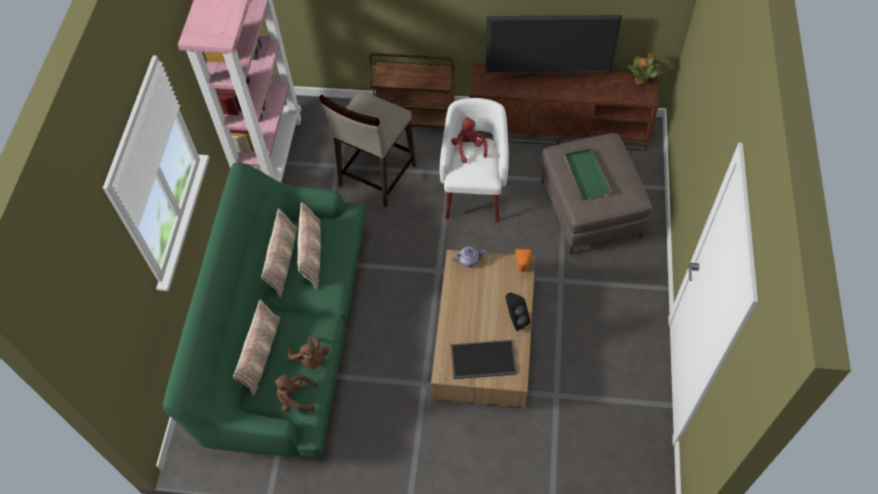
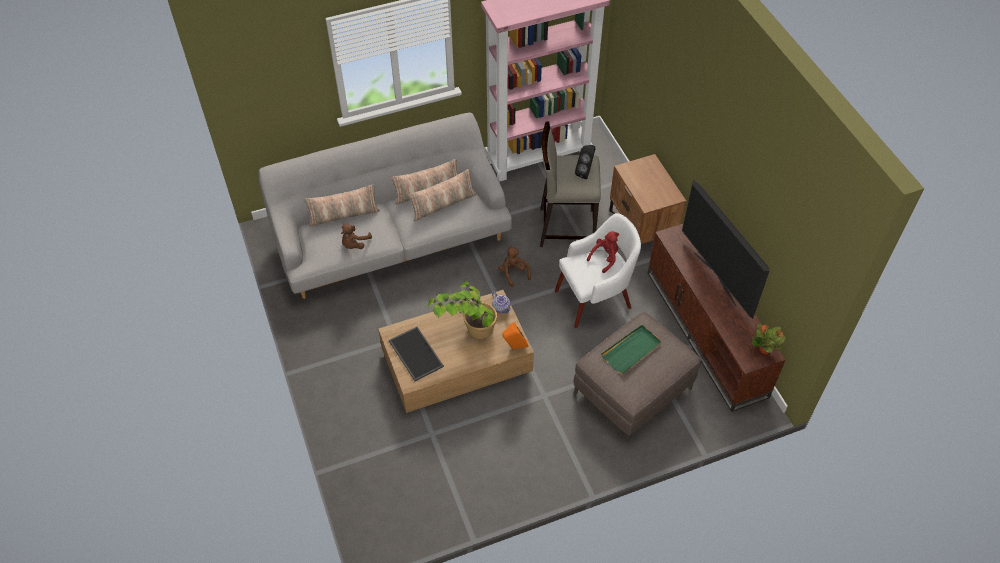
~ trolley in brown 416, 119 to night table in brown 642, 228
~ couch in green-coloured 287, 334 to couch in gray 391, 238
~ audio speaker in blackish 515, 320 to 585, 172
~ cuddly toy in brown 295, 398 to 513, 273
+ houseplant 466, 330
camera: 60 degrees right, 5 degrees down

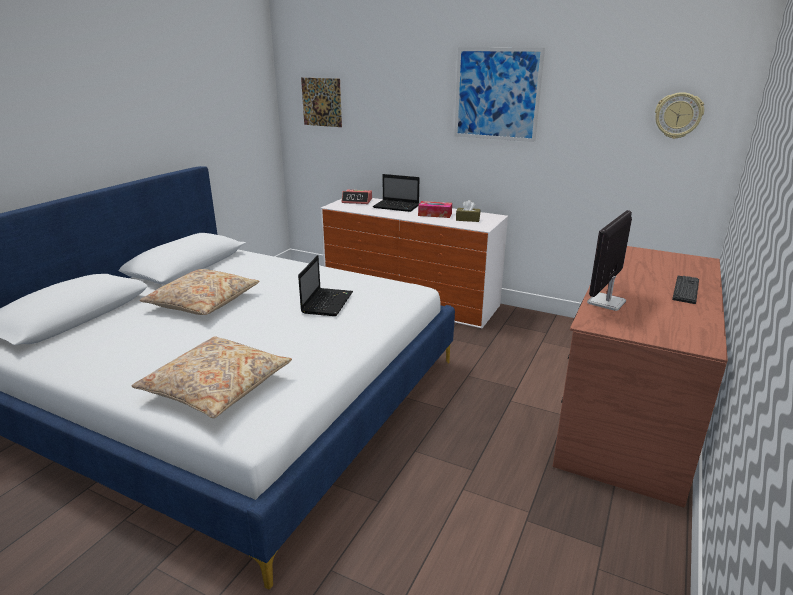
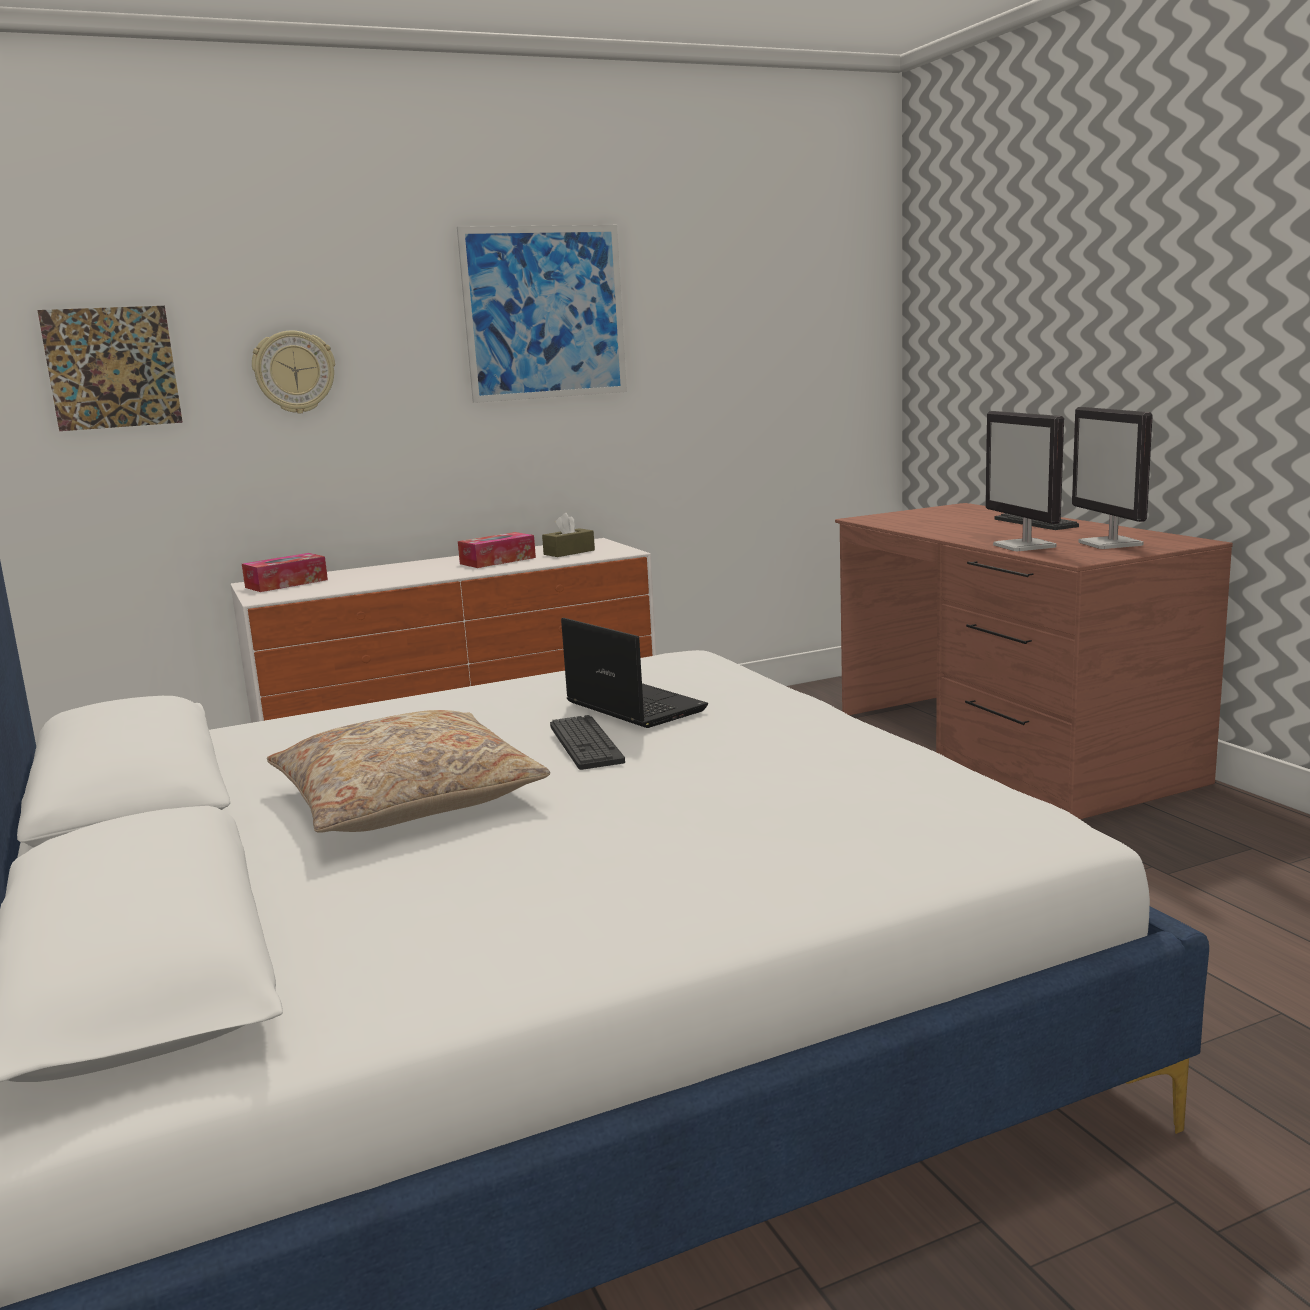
~ clock on the wall 678, 115 to 294, 372
- laptop 397, 207
~ alarm clock 357, 201 to tissue box 286, 583
- cushion in sand-coloured 216, 387
+ computer display 1111, 544
+ computer keyboard 585, 744
camera: 50 degrees left, 10 degrees down

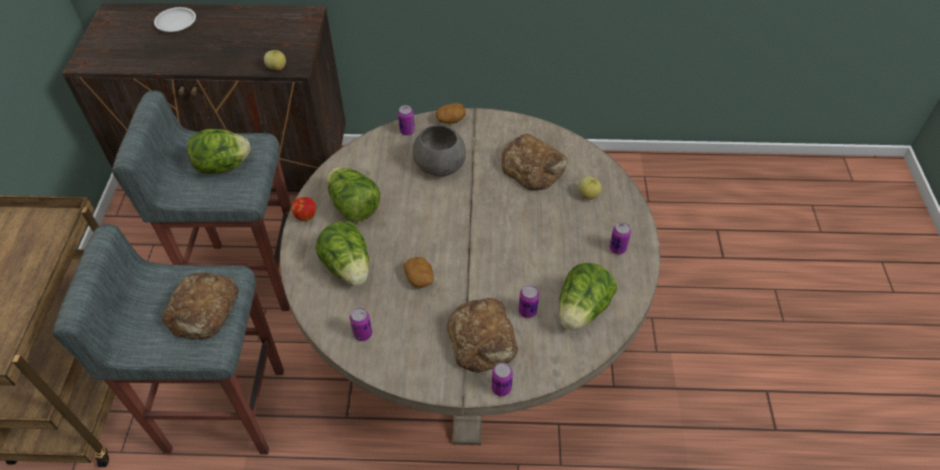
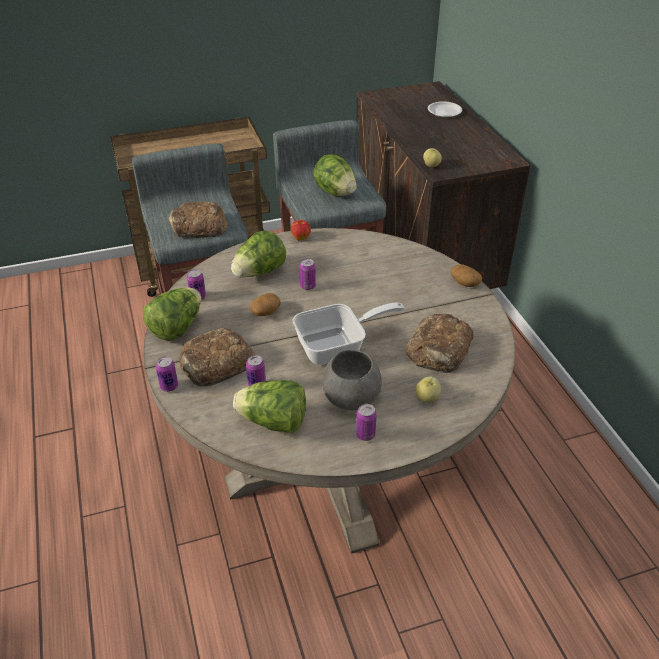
~ can 407, 131 to 307, 286
~ deep dish in gray 441, 165 to 351, 397
~ lettuce head 353, 206 to 176, 327
+ frying pan 338, 347
camera: 70 degrees right, 10 degrees down

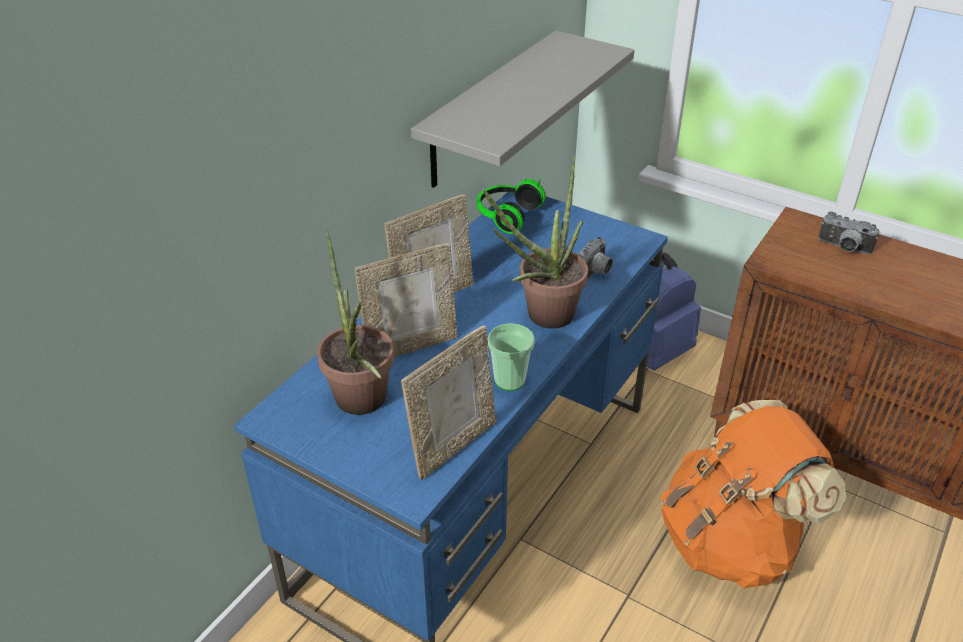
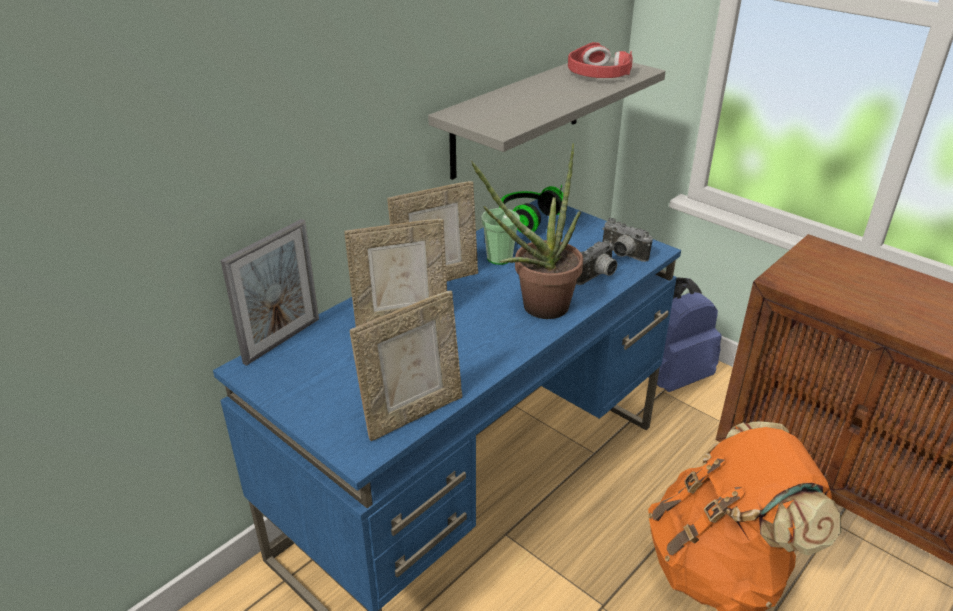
~ still camera 843, 248 to 622, 255
- houseplant 362, 405
~ cup 509, 380 to 499, 258
+ pair of headphones in reddish 598, 74
+ standing frame 282, 340
camera: 10 degrees right, 5 degrees down

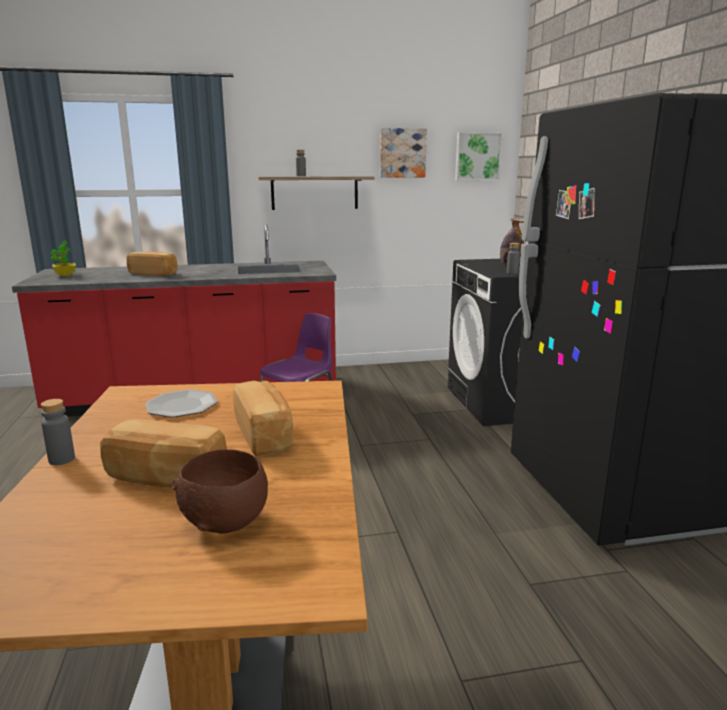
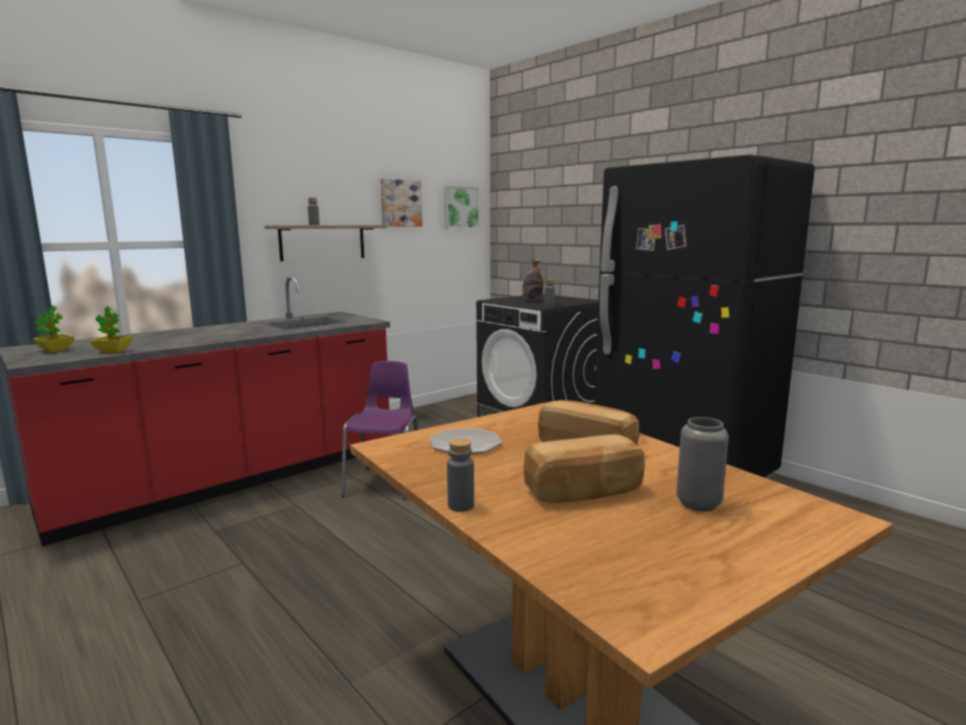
- bakery bread 153, 273
~ deep dish in brown 227, 521 to flower vase in gray 698, 504
+ houseplant 113, 351
camera: 30 degrees left, 5 degrees down

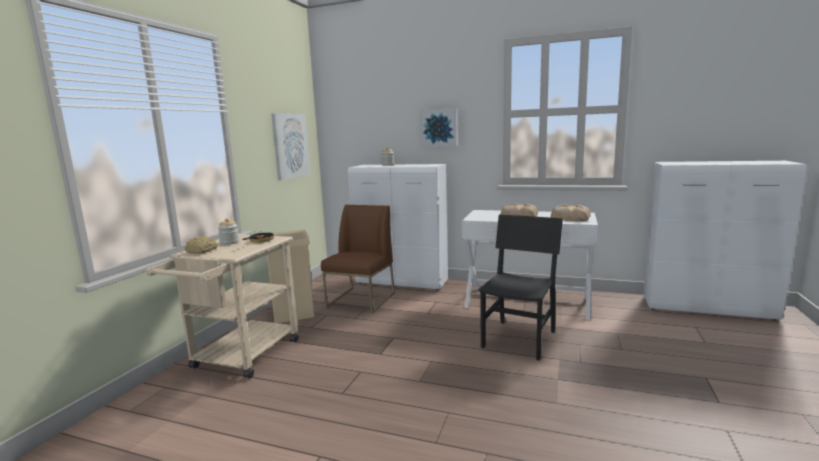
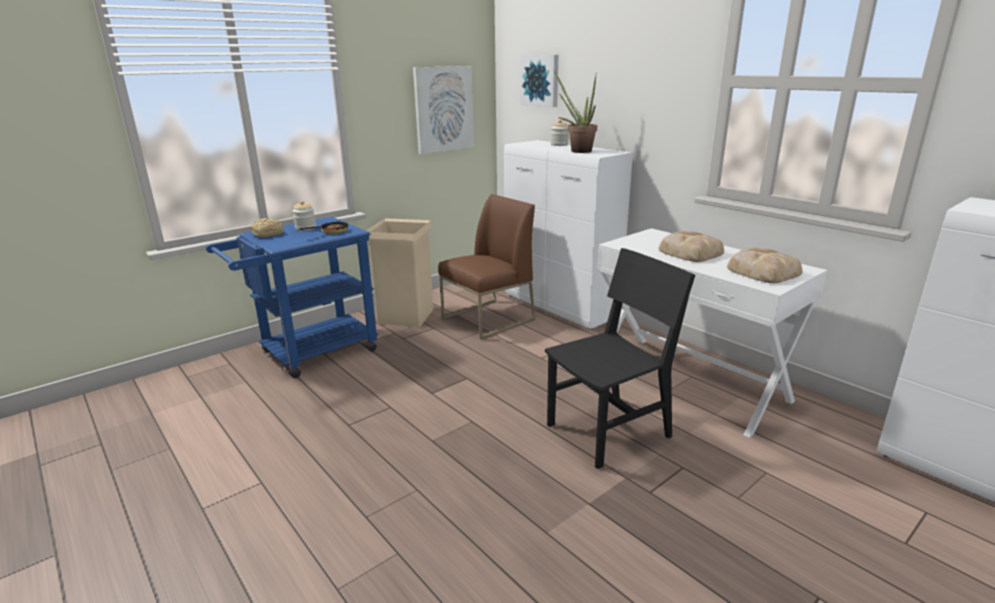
~ wall picture 439, 128 to 540, 80
~ trolley in sand-coloured 240, 358 to trolley in blue-coloured 310, 353
+ houseplant 577, 151
camera: 30 degrees right, 10 degrees up

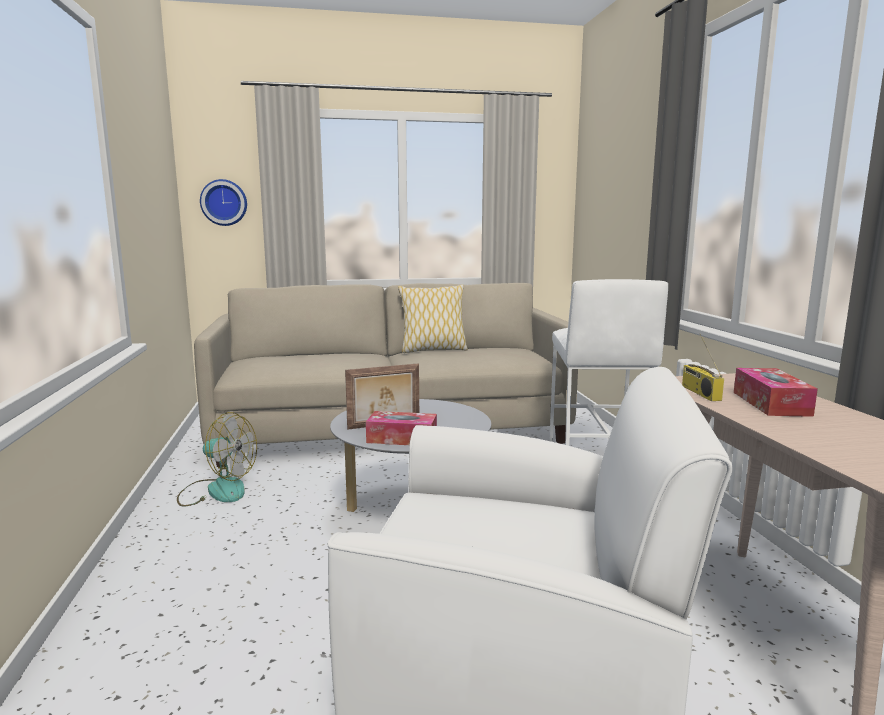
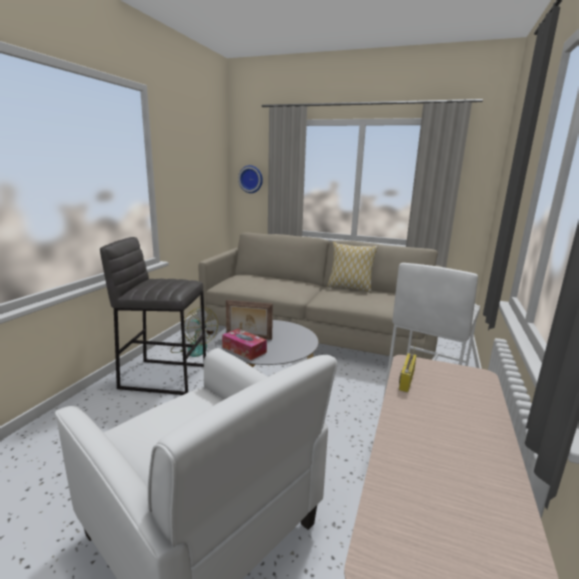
- tissue box 771, 403
+ stool seat in gray 163, 376
camera: 30 degrees right, 5 degrees up

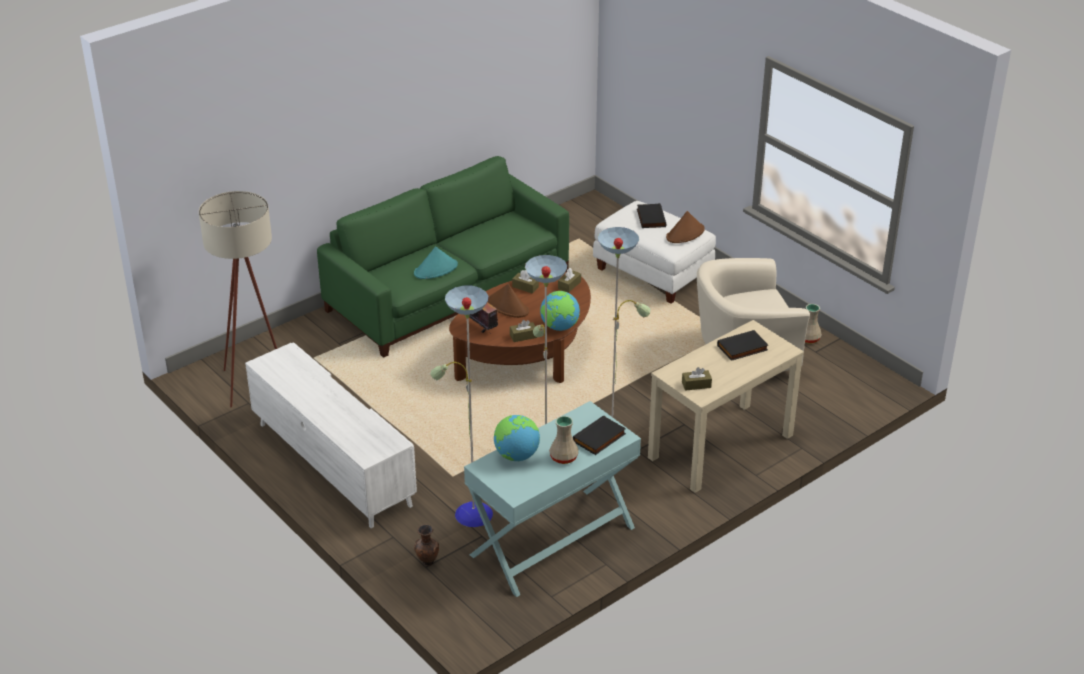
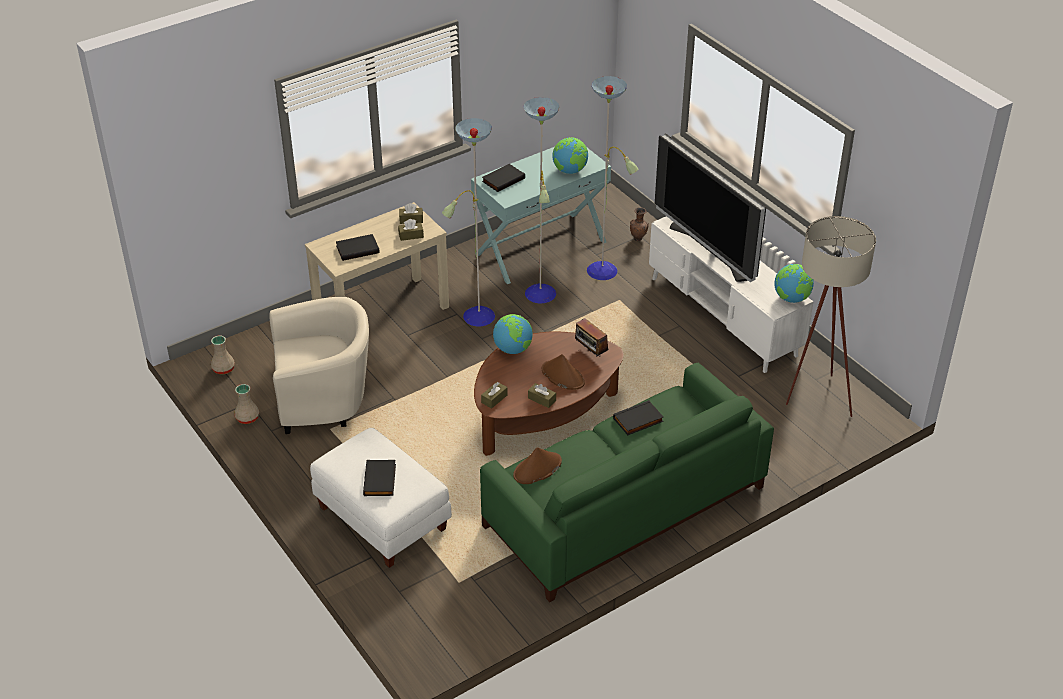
~ clothing hat in brown 685, 233 to 537, 469
~ clothing hat in turquoise-coloured 436, 269 to volume in blackish 638, 420
~ tissue box in brown 523, 336 to 411, 235
~ flower vase in sand-coloured 564, 457 to 223, 369
+ TV set 710, 251
+ globe 792, 298
camera: 175 degrees left, 5 degrees up

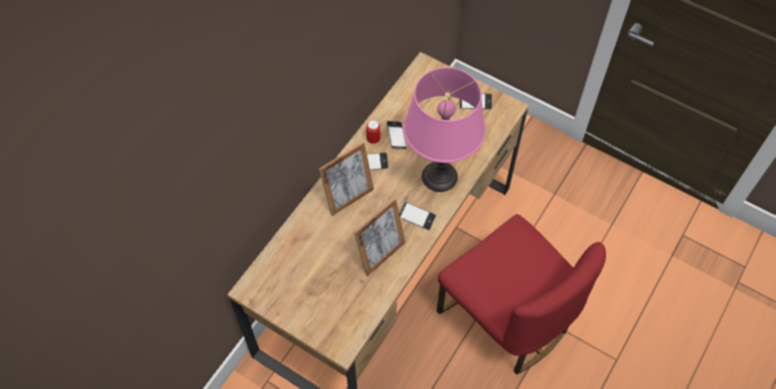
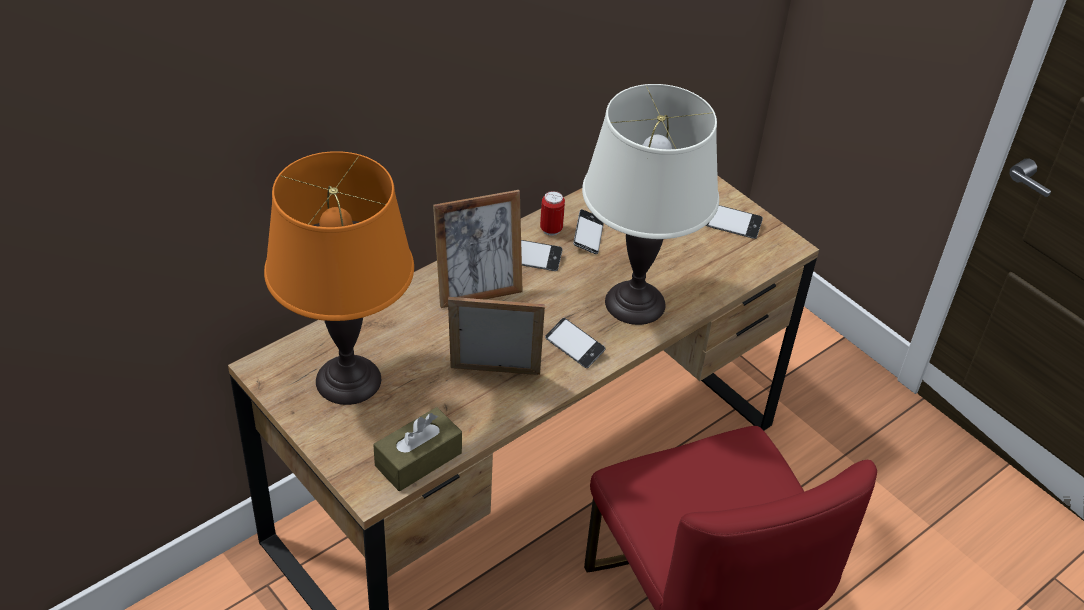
~ table lamp in pinkish 439, 176 to table lamp in white 635, 303
~ standing frame 381, 254 = 494, 379 150 degrees counterclockwise
+ table lamp in orangey 348, 380
+ tissue box in brown 418, 459
camera: 15 degrees right, 15 degrees down

